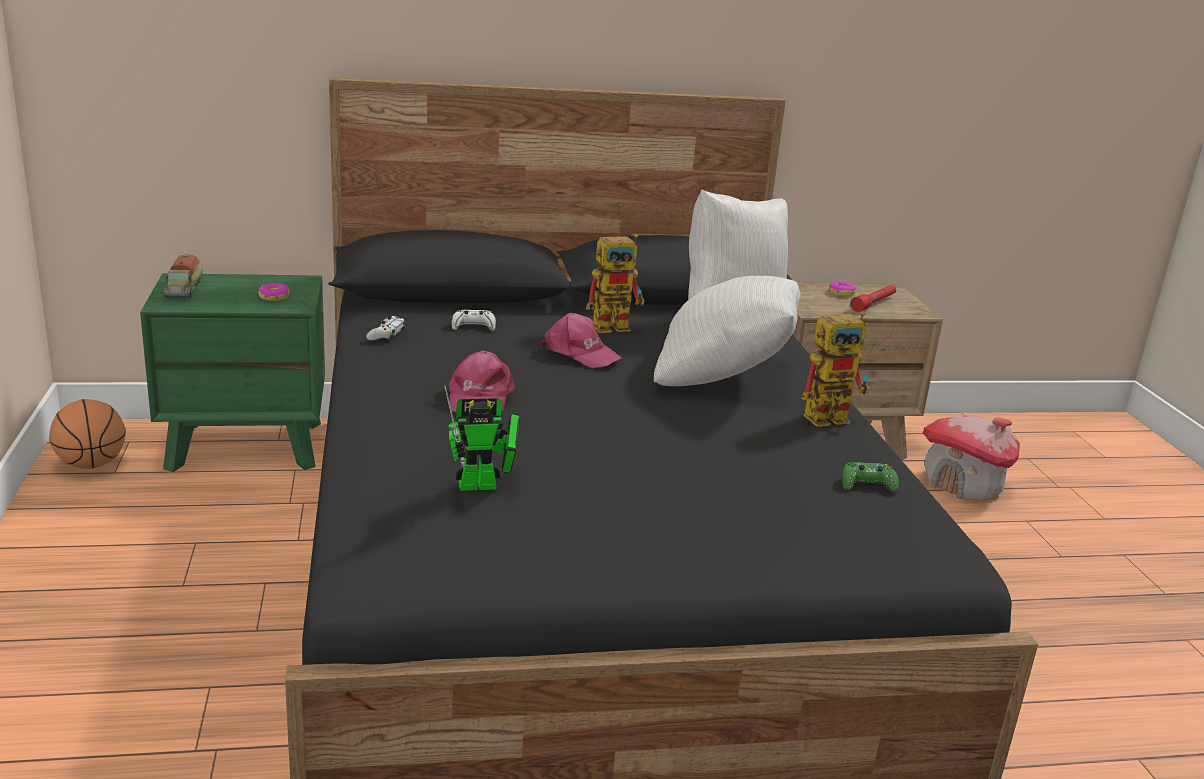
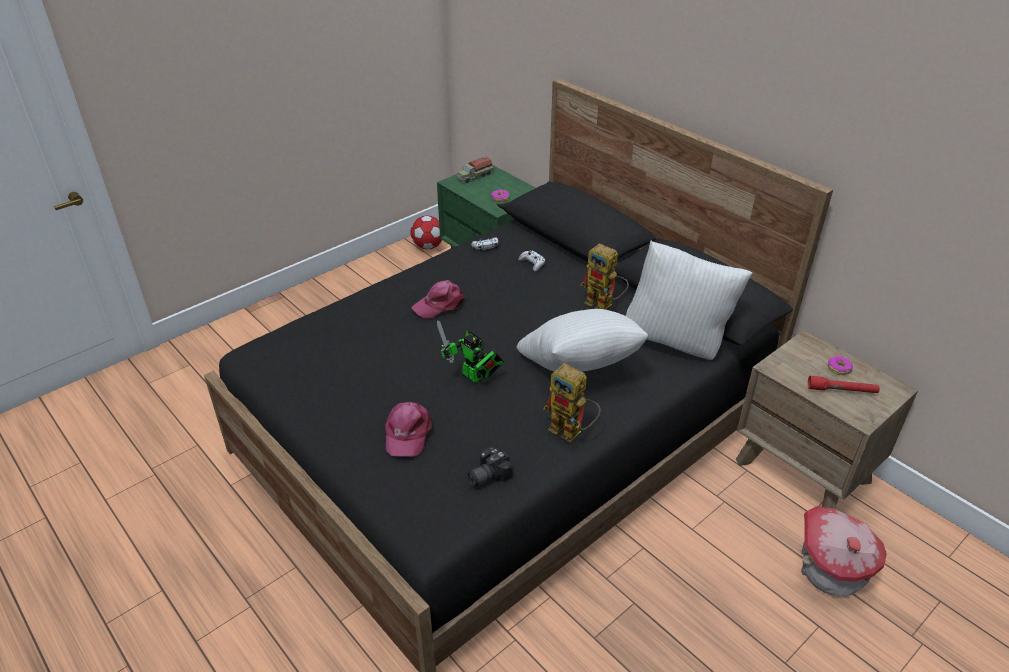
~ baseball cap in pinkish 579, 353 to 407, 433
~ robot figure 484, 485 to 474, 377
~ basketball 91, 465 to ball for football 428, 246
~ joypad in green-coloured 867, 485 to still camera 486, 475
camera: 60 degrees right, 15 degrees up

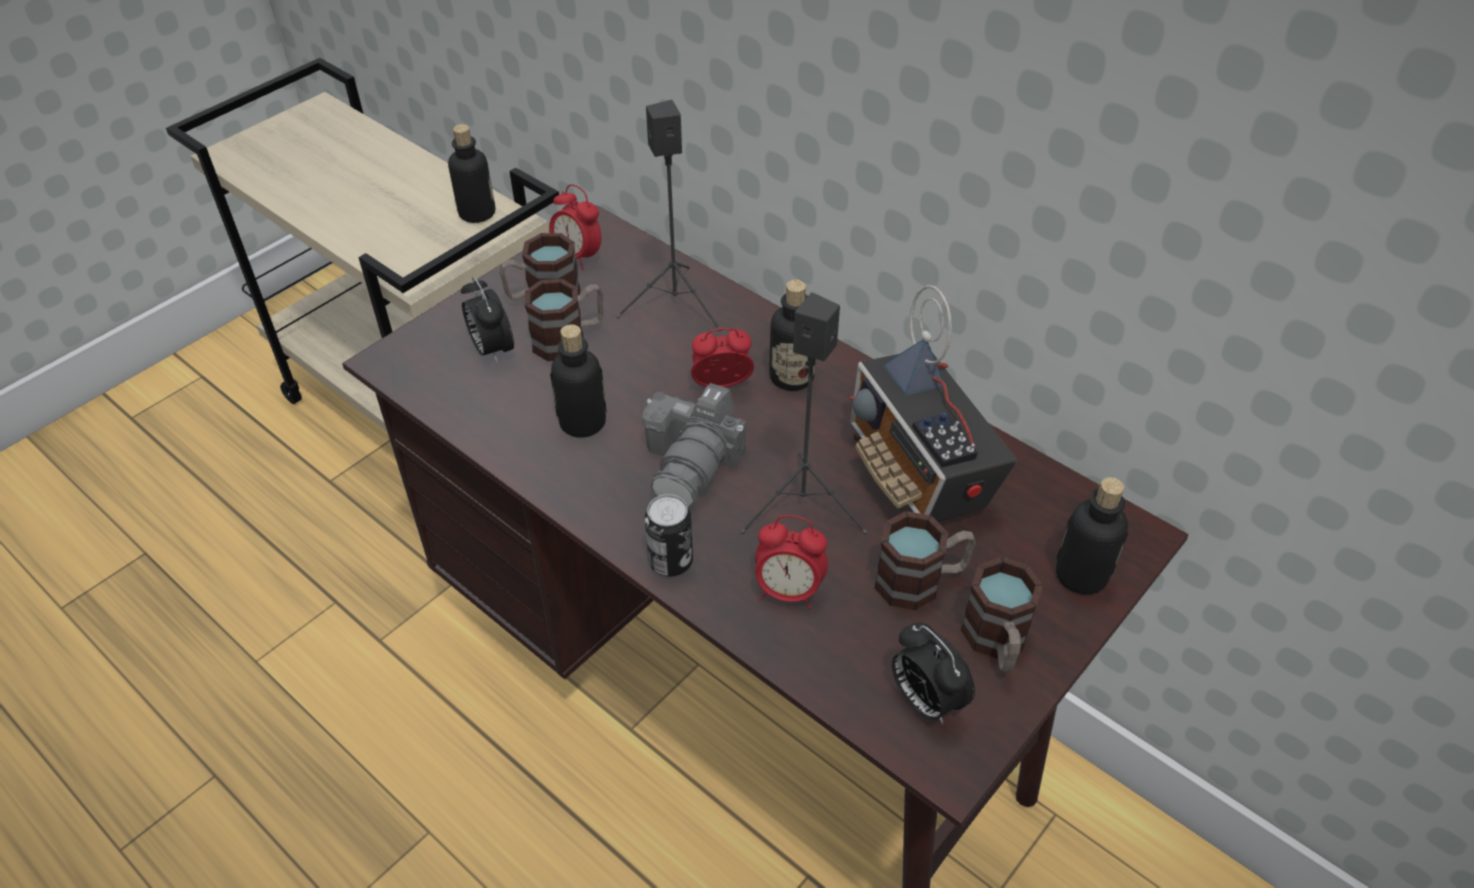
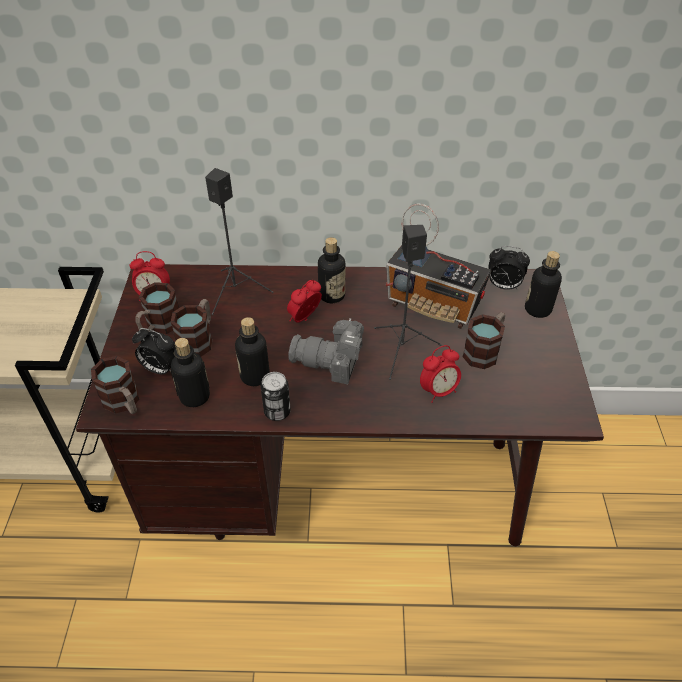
~ beverage bottle 477, 213 to 194, 396
~ still camera 693, 463 = 332, 362 120 degrees clockwise
~ can 670, 561 to 277, 412
~ coffee mug 996, 643 to 124, 403
~ alarm clock 925, 700 to 503, 286
camera: 40 degrees left, 0 degrees up

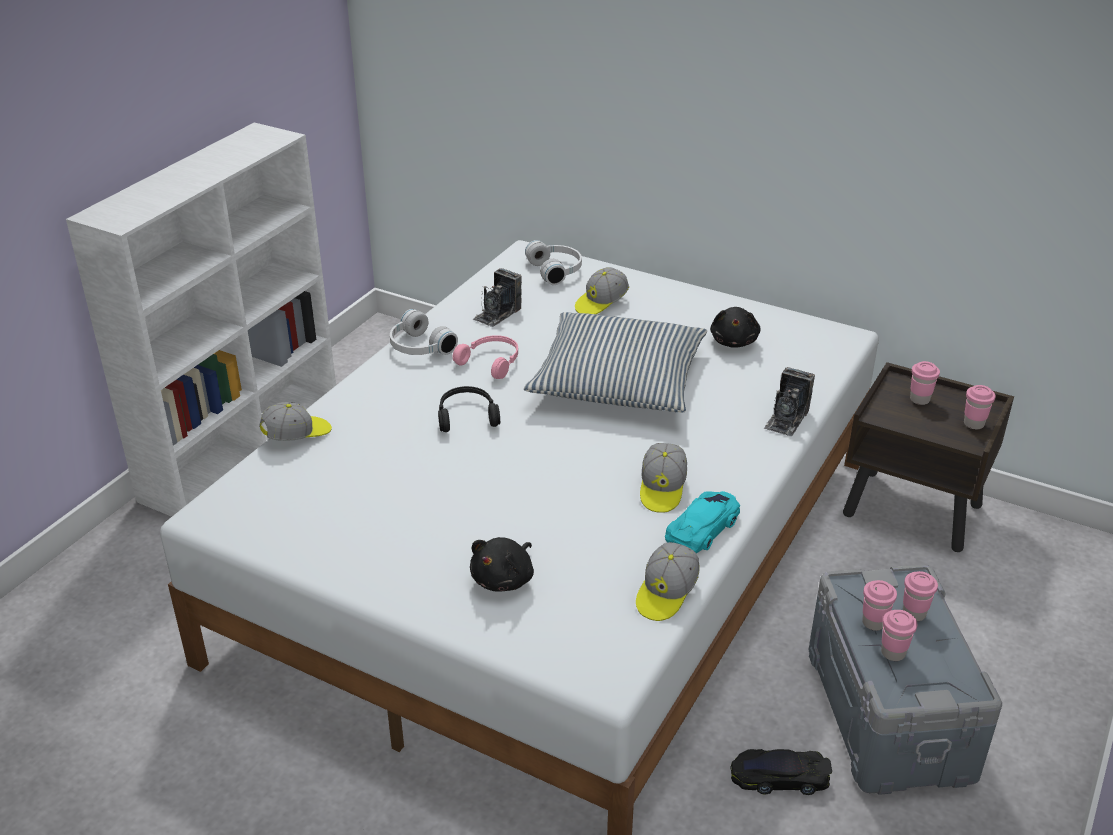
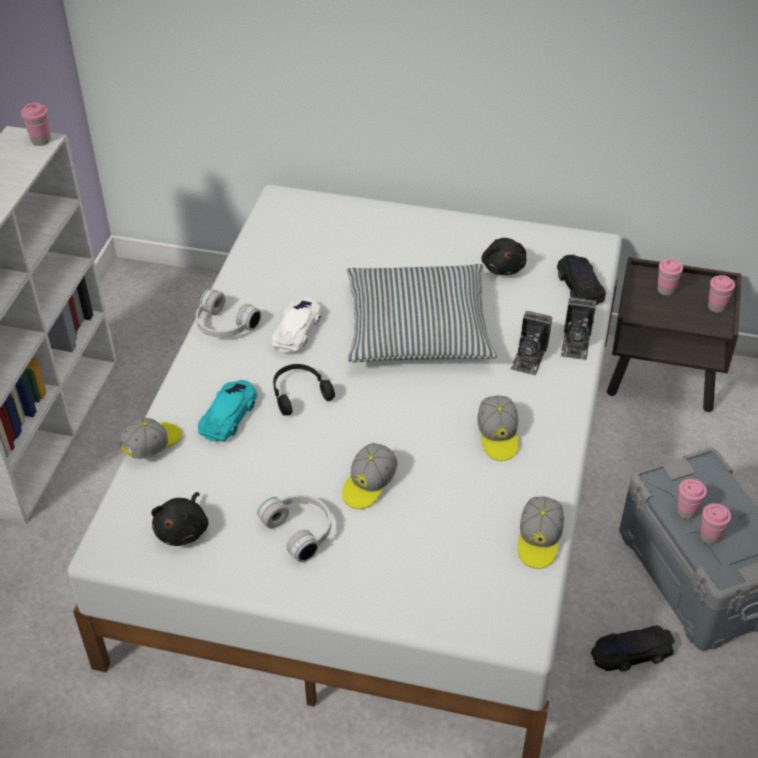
~ pair of headphones in white 557, 270 to 301, 530
~ baseball cap 601, 303 to 369, 484
~ still camera 497, 314 to 529, 356
~ pair of headphones in pinkish 491, 362 to toy car in white 297, 329
~ toy car in turquoise-coloured 703, 528 to 229, 415
~ cuddly toy in blackish 504, 579 to 183, 530
~ cup in pinkish 914, 613 to 41, 140
+ toy car in blackish 579, 285
camera: 15 degrees left, 10 degrees up

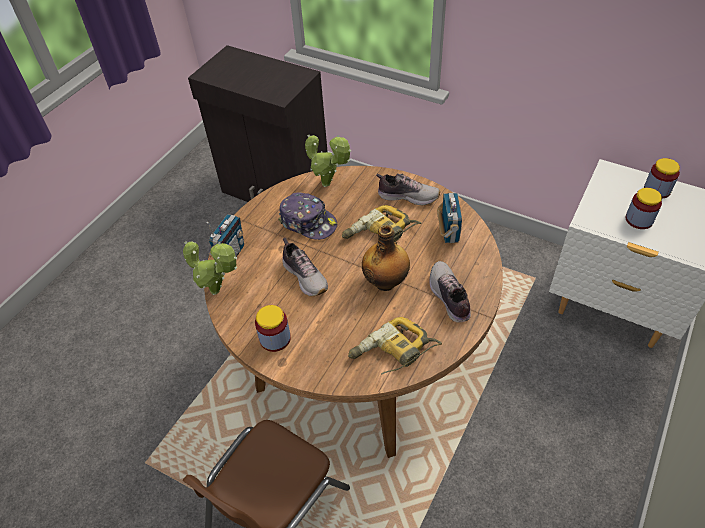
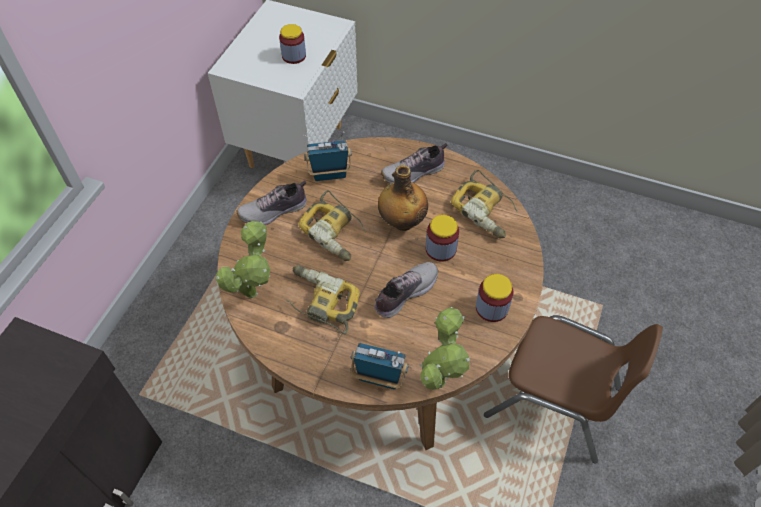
~ storage jar 657, 190 to 440, 249
~ shoe 407, 196 = 274, 211 120 degrees counterclockwise
~ baseball cap 308, 222 to power drill 320, 303
camera: 100 degrees left, 5 degrees up

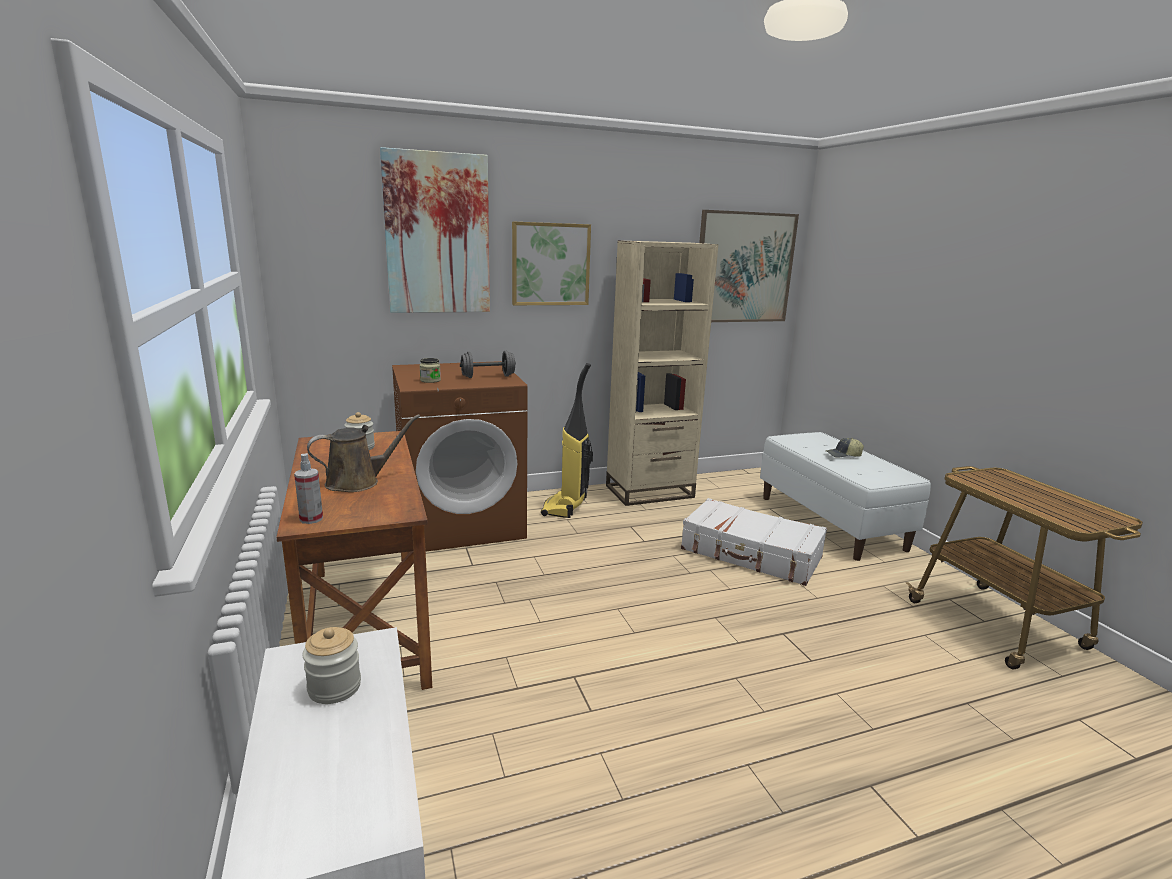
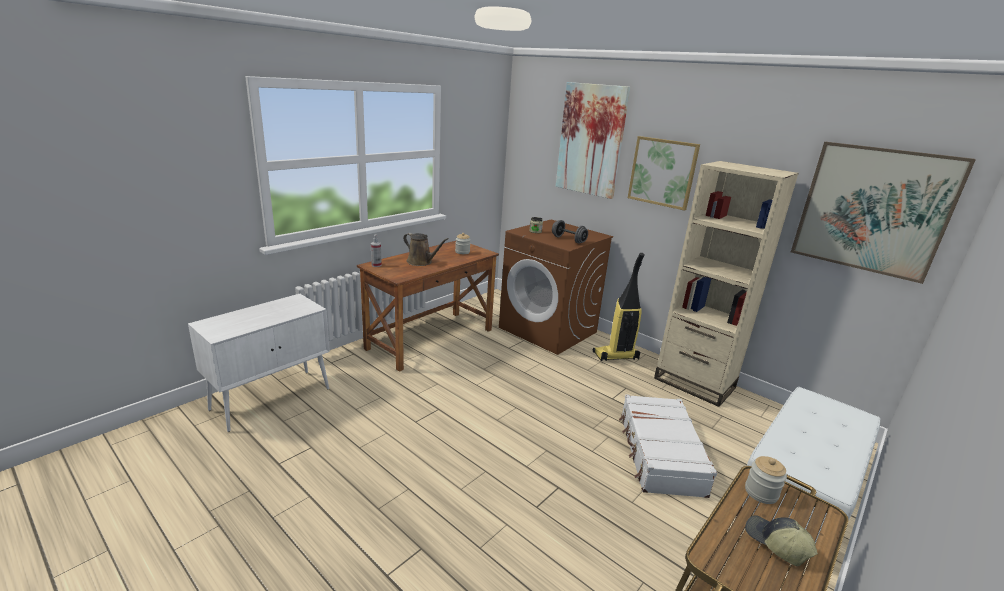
~ baseball cap 843, 455 to 776, 544
~ storage jar 334, 687 to 761, 492
camera: 60 degrees right, 5 degrees up

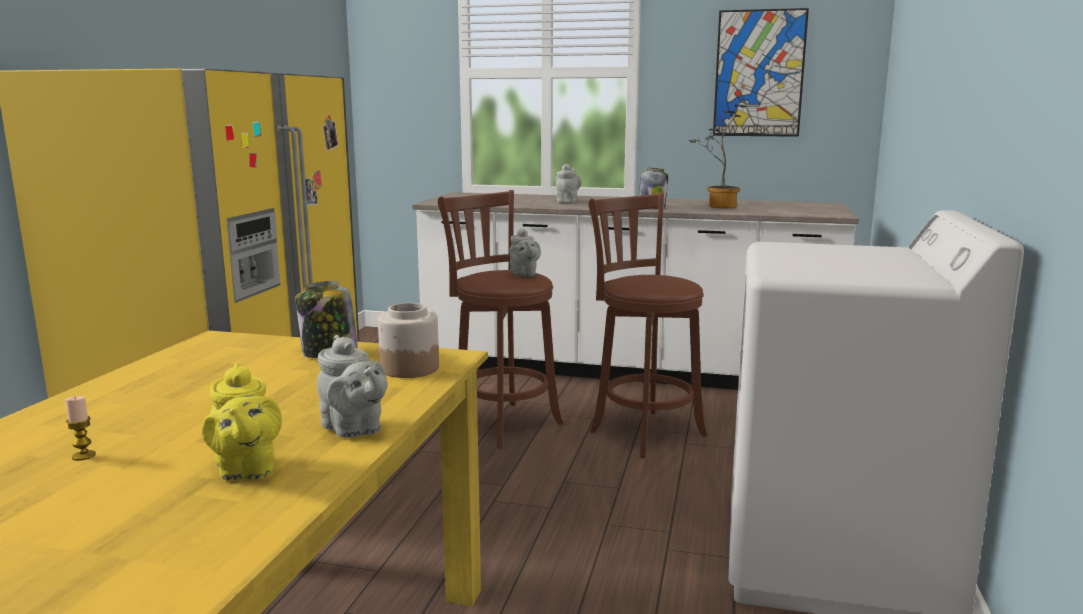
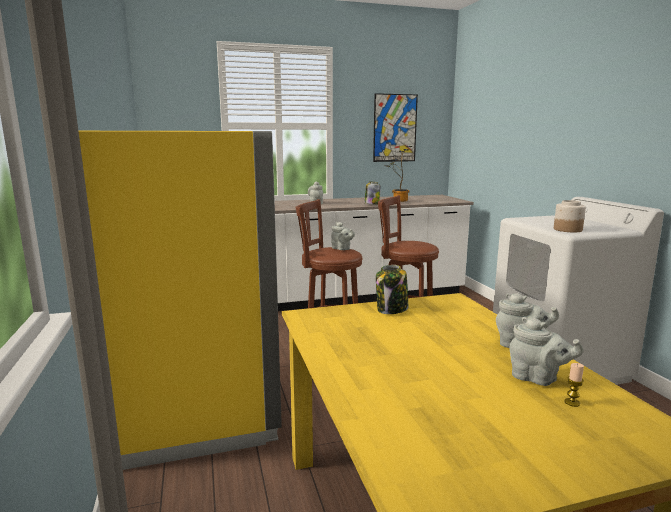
~ storage jar 409, 368 to 567, 230
~ pot for tea in yellowish 246, 470 to pot for tea in gray 537, 378
~ candle 84, 456 to 572, 402
camera: 30 degrees left, 0 degrees up

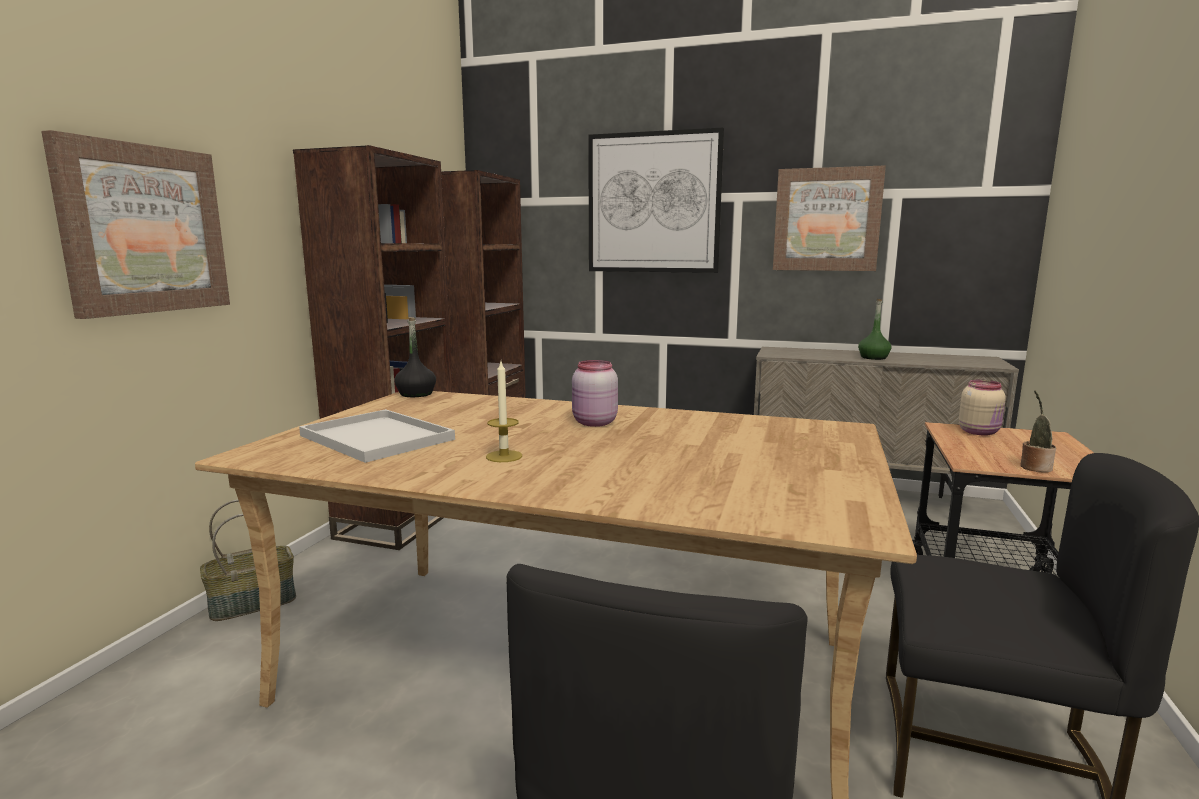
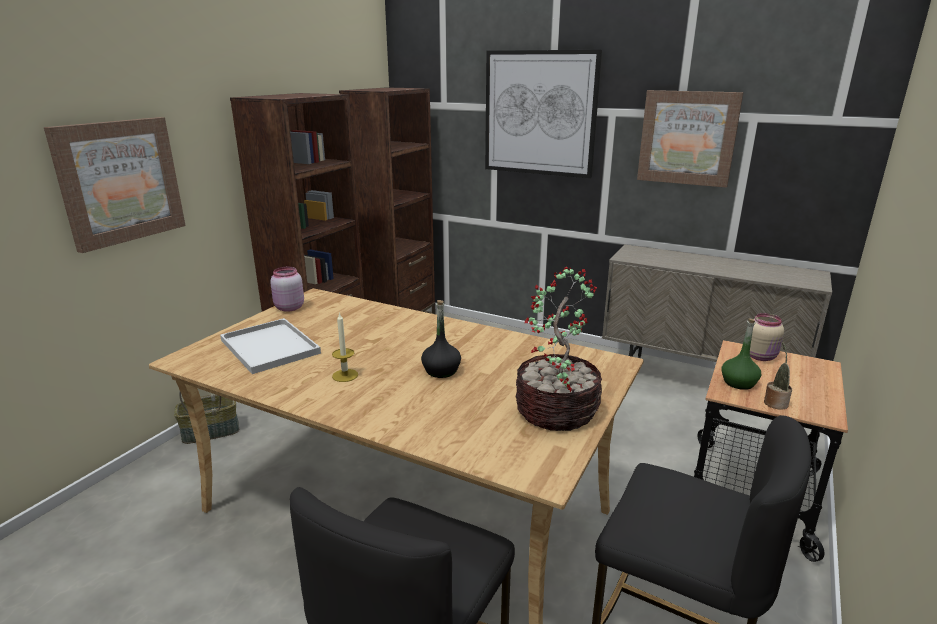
~ beverage bottle in green-coloured 873, 357 to 738, 383
~ beverage bottle in blackish 416, 394 to 441, 371
~ storage jar in pinkish 593, 423 to 288, 308
+ houseplant 556, 409
camera: 10 degrees right, 10 degrees up

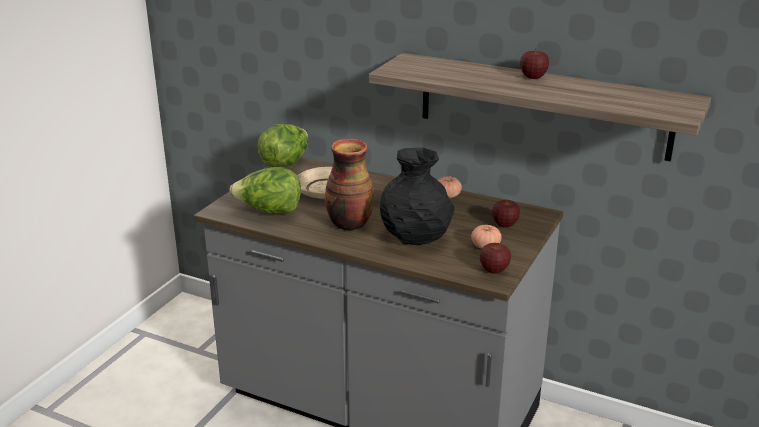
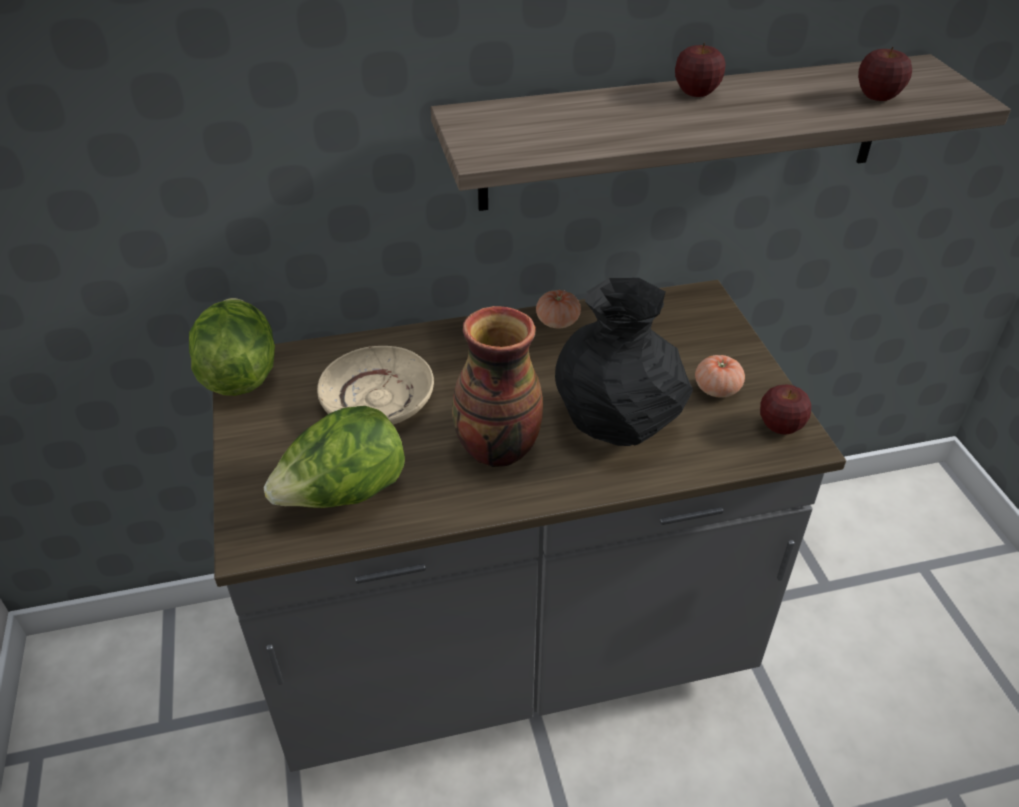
~ apple 504, 224 to 877, 97
camera: 40 degrees left, 15 degrees up

